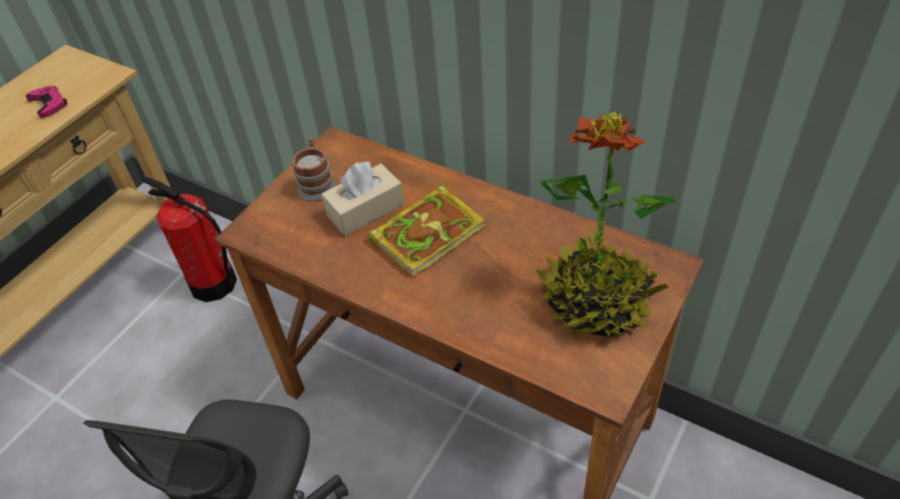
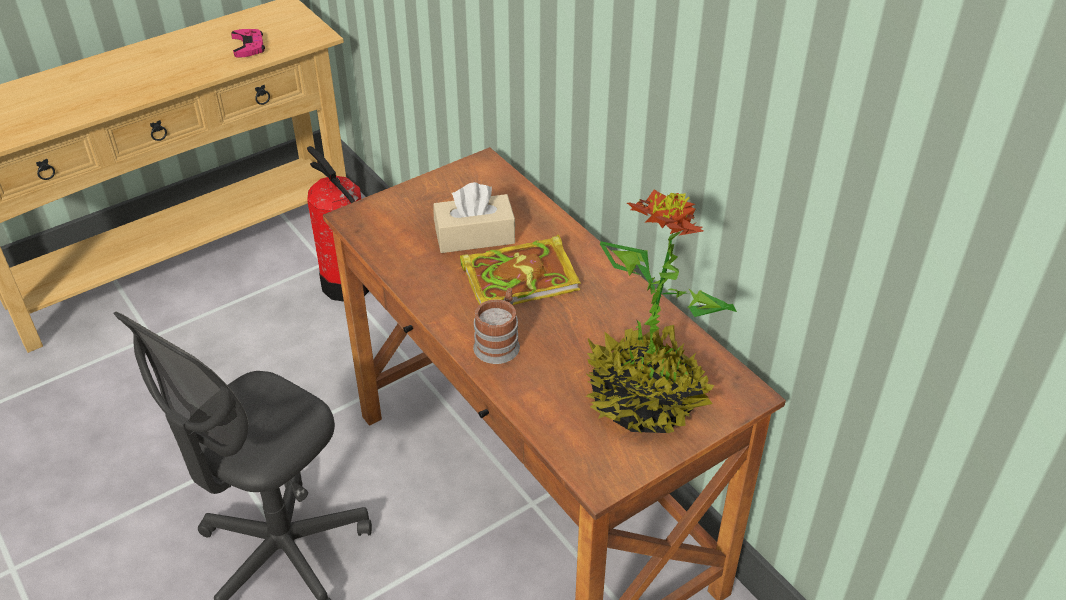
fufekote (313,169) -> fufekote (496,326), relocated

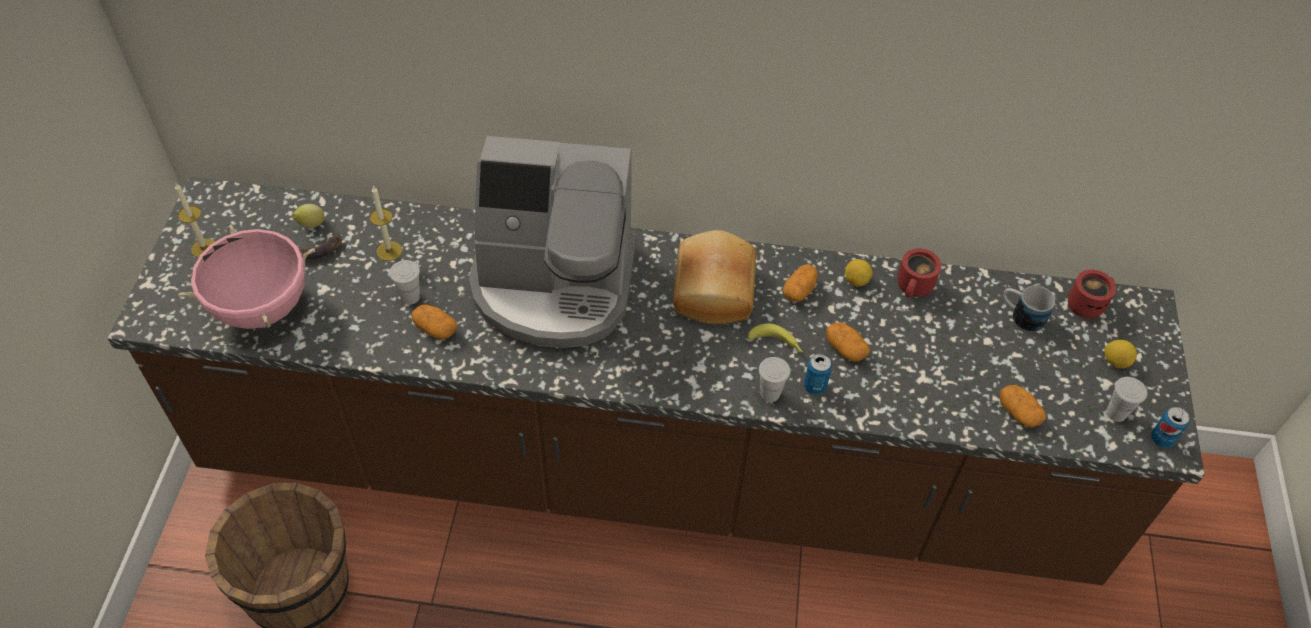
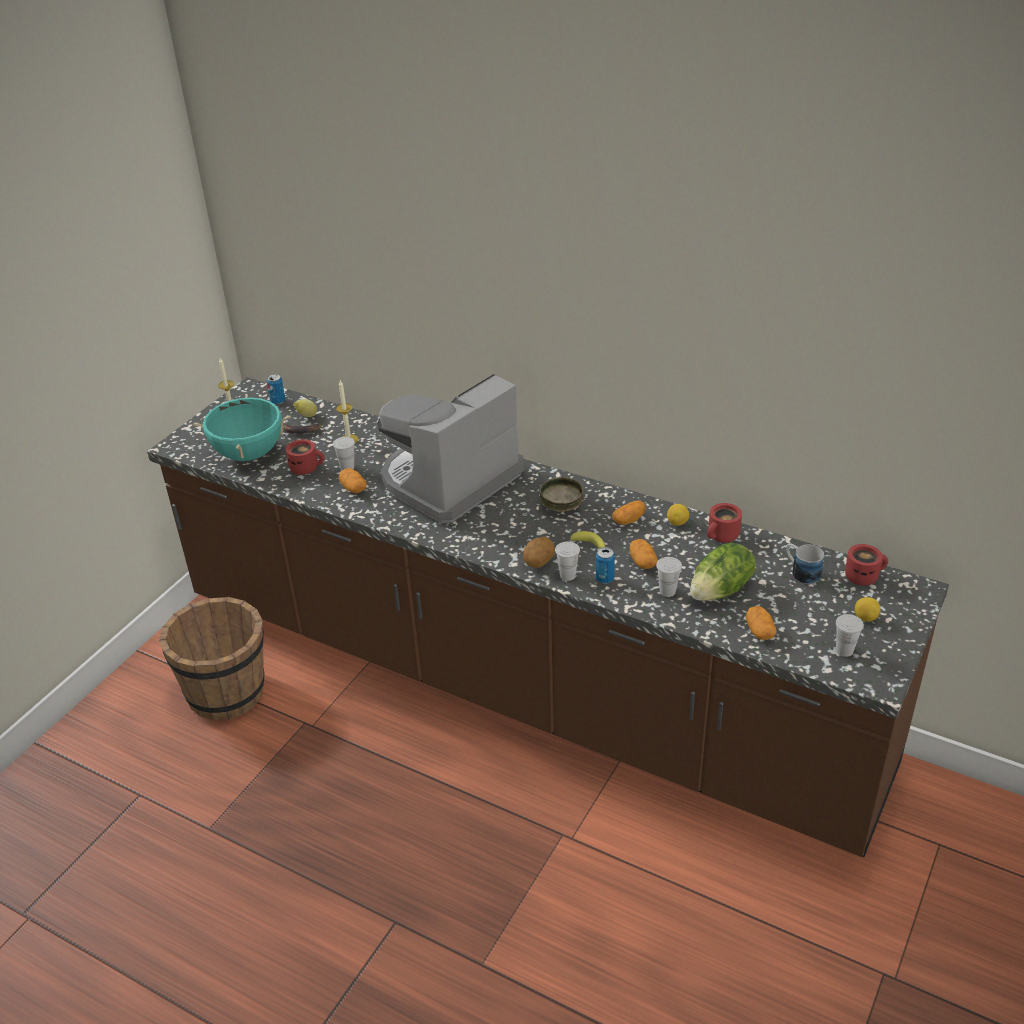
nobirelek (552,242) -> nobirelek (451,448), 105 degrees clockwise
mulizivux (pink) (246,276) -> mulizivux (turquoise) (242,427)
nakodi (714,277) -> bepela (561,494)
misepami (1170,427) -> misepami (276,389), relocated
none -> fufekote (red) (305,457)
none -> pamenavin (539,552)
none -> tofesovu (723,572)
none -> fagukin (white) (669,577)

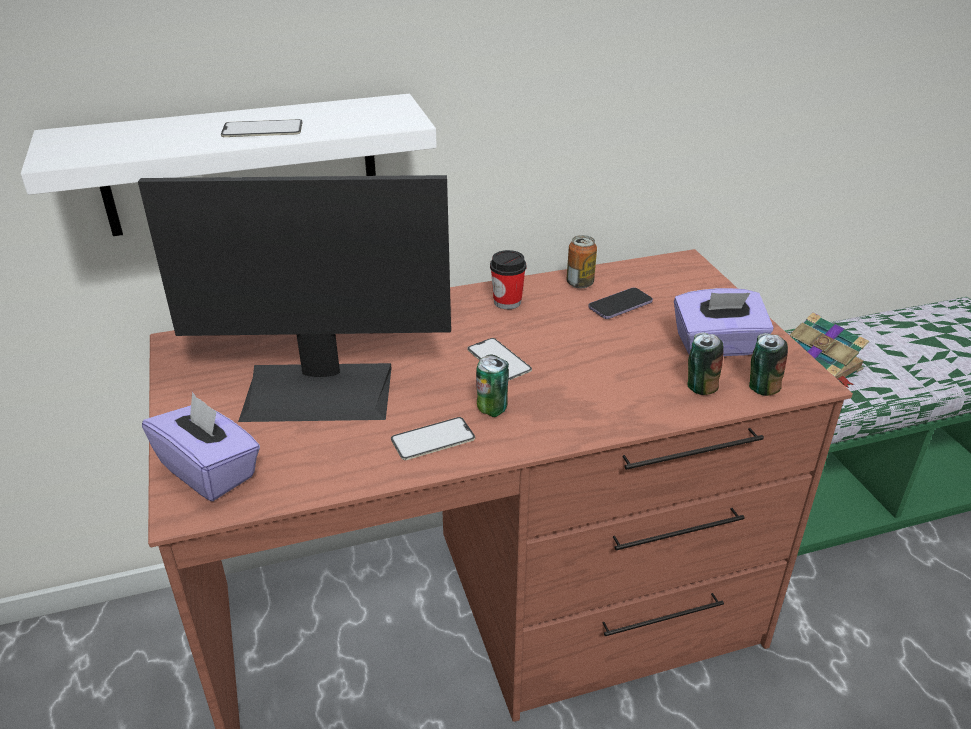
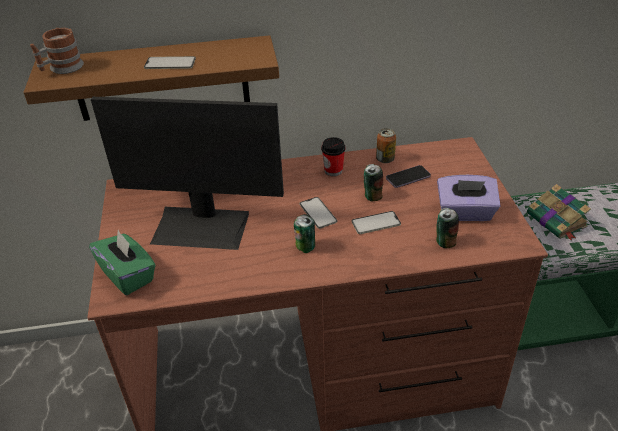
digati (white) (229,165) -> digati (brown) (151,78)
misepami (768,364) -> misepami (373,182), relocated
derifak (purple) (201,446) -> derifak (green) (122,262)
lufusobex (433,438) -> lufusobex (376,222), relocated
none -> fufekote (57,51)

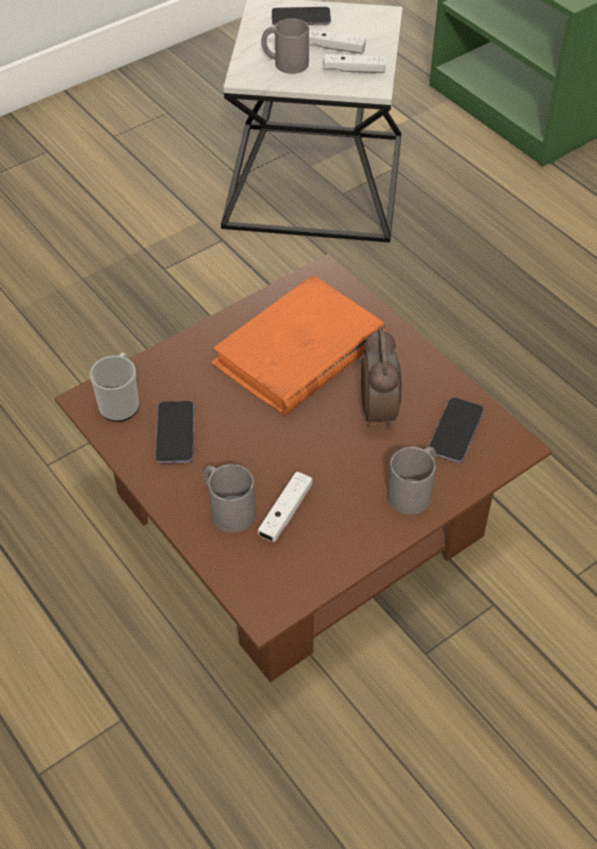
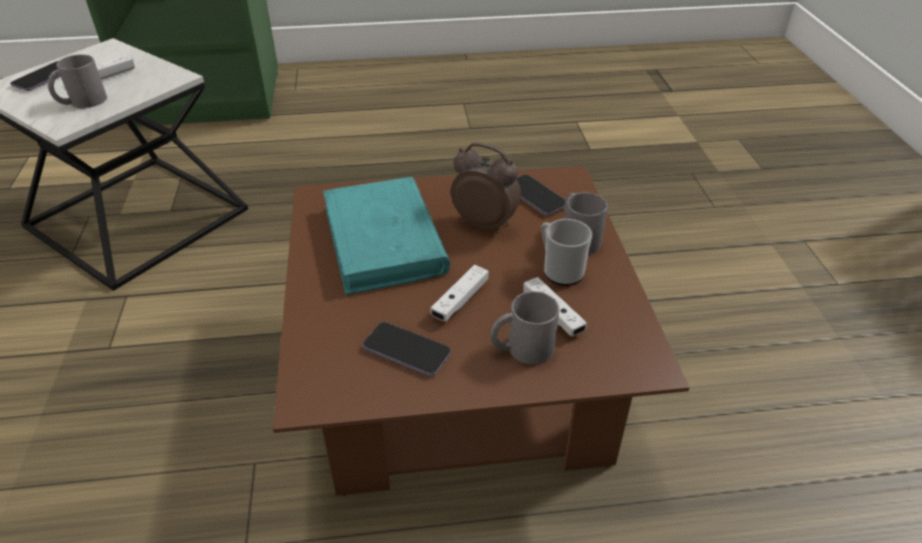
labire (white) (354,63) -> labire (white) (459,293), relocated
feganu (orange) (298,345) -> feganu (turquoise) (386,236)
fufekote (114,387) -> fufekote (566,252), relocated

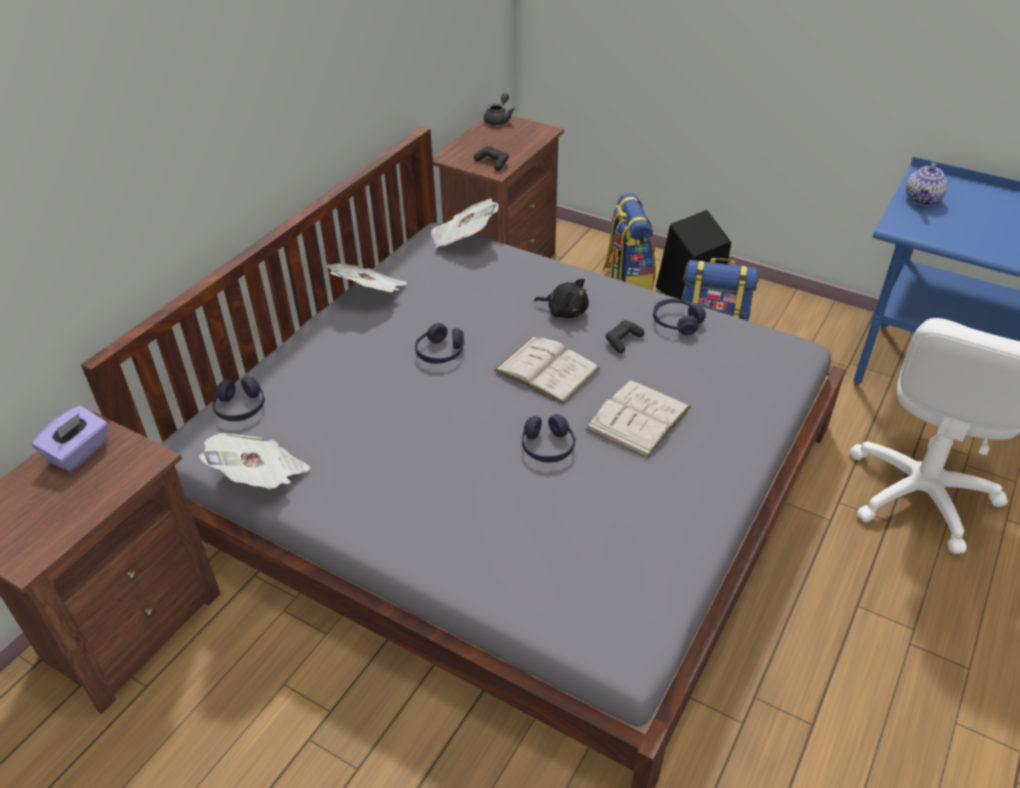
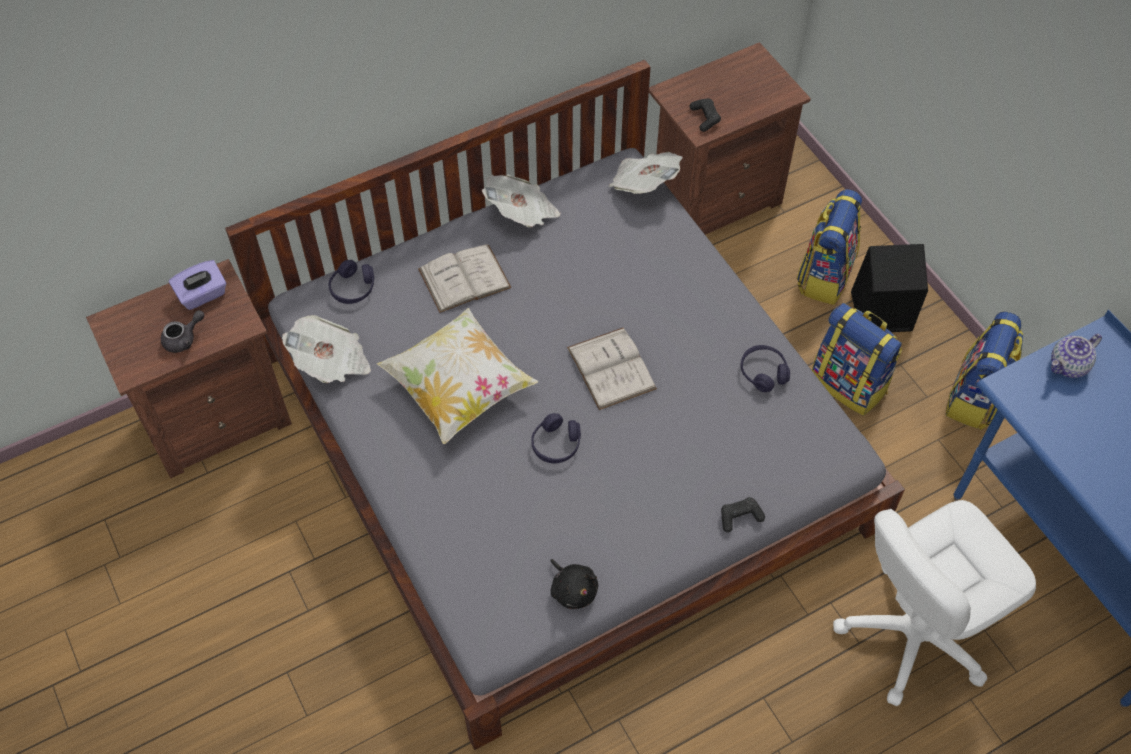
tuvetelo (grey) (499,109) -> tuvetelo (grey) (183,331), relocated
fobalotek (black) (561,298) -> fobalotek (black) (574,584), relocated
labire (black) (625,336) -> labire (black) (743,515), relocated
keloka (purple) (439,343) -> none
feganu (white) (638,419) -> feganu (white) (465,278), relocated
none -> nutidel (457,376)
none -> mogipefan (984,370)

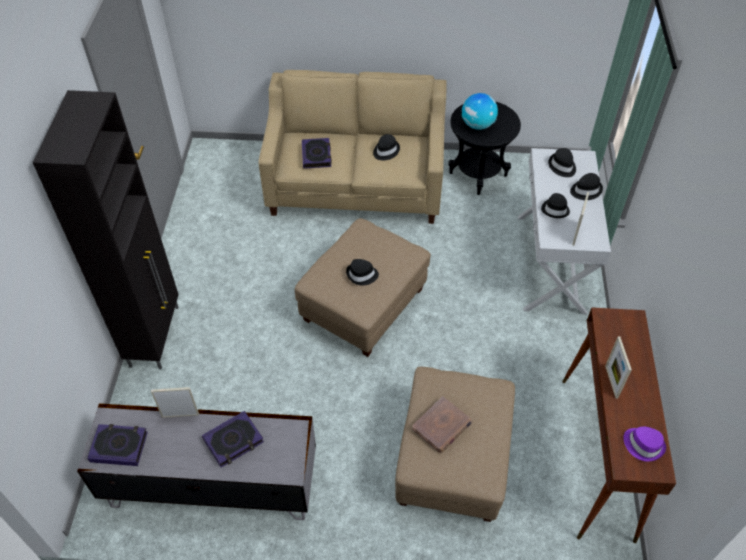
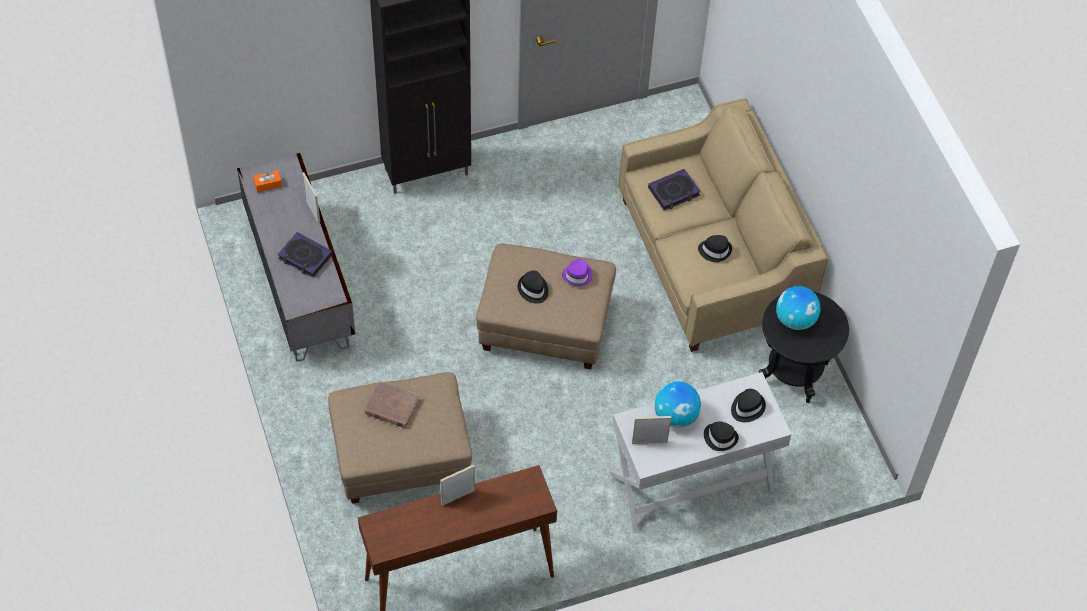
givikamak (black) (555,205) -> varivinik (678,404)
feganu (117,445) -> derifak (orange) (267,181)
givikamak (purple) (644,444) -> givikamak (purple) (577,272), relocated

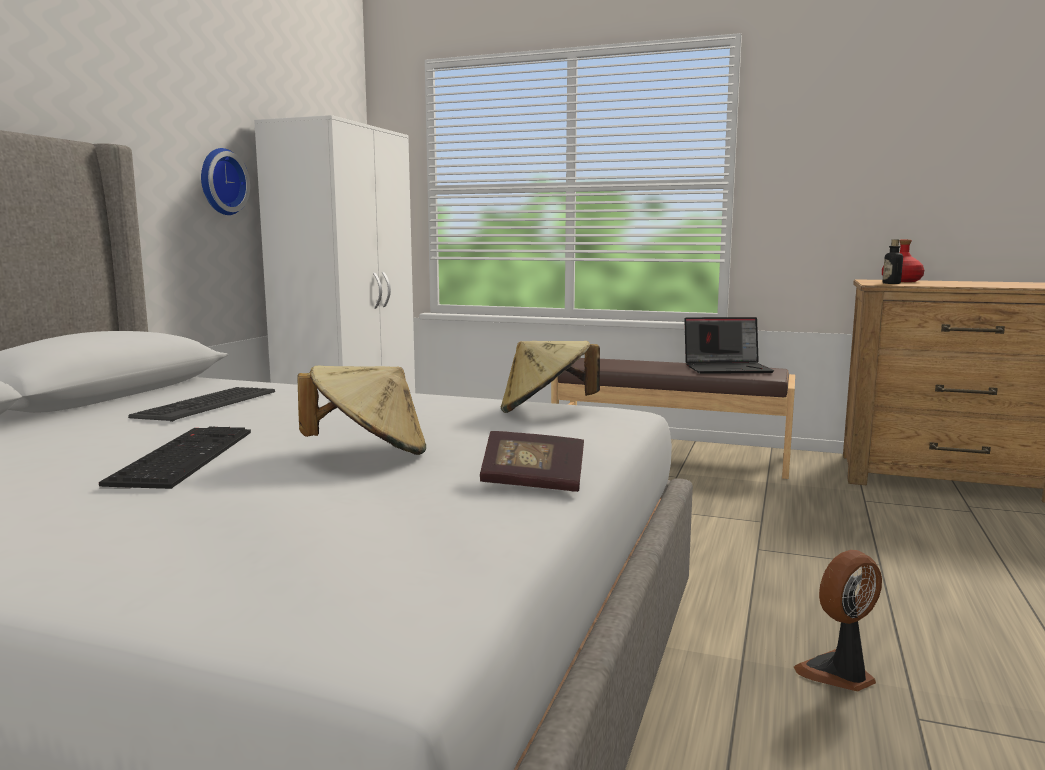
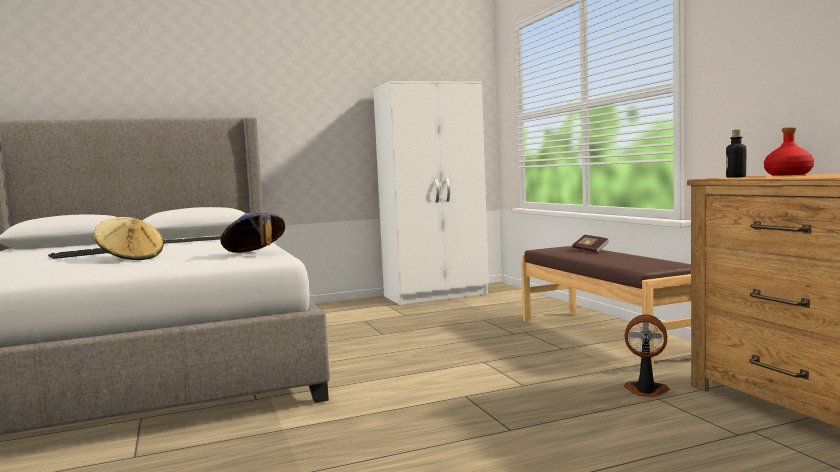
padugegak (225,181) -> none
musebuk (729,345) -> none
givikamak (beige) (550,377) -> givikamak (blue) (252,233)
feganu (532,461) -> feganu (590,244), relocated
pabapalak (838,620) -> pabapalak (646,355), relocated

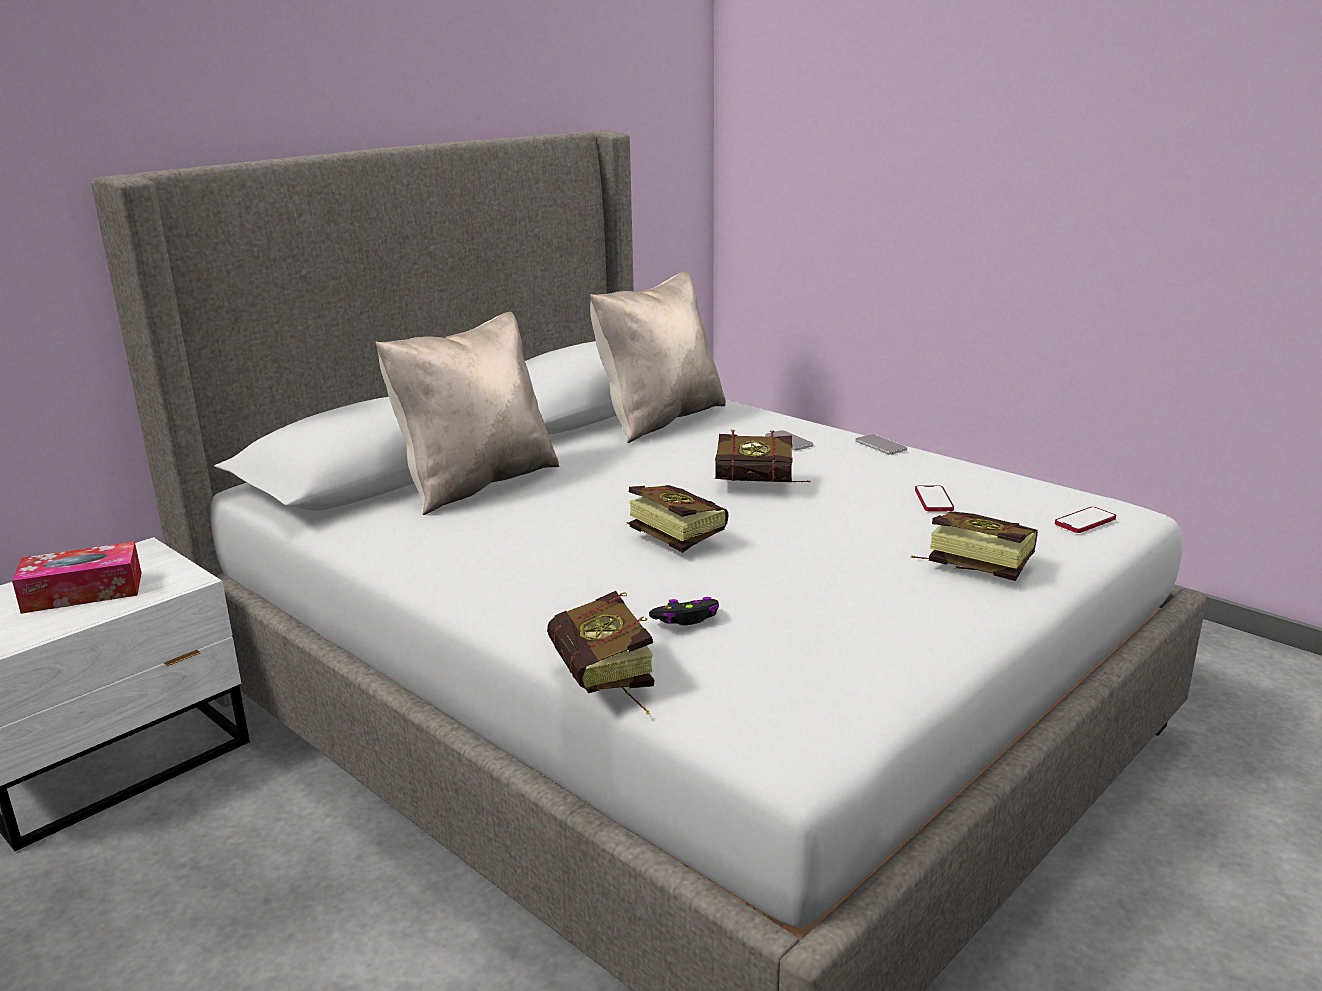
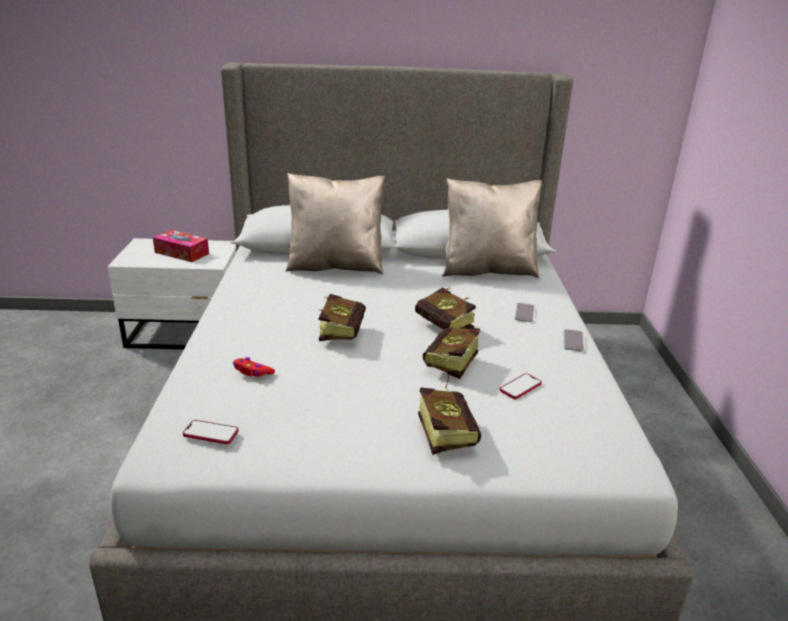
lufusobex (1085,520) -> lufusobex (211,432), relocated
feganu (600,652) -> feganu (451,358), relocated
labire (black) (684,611) -> labire (red) (254,367)

